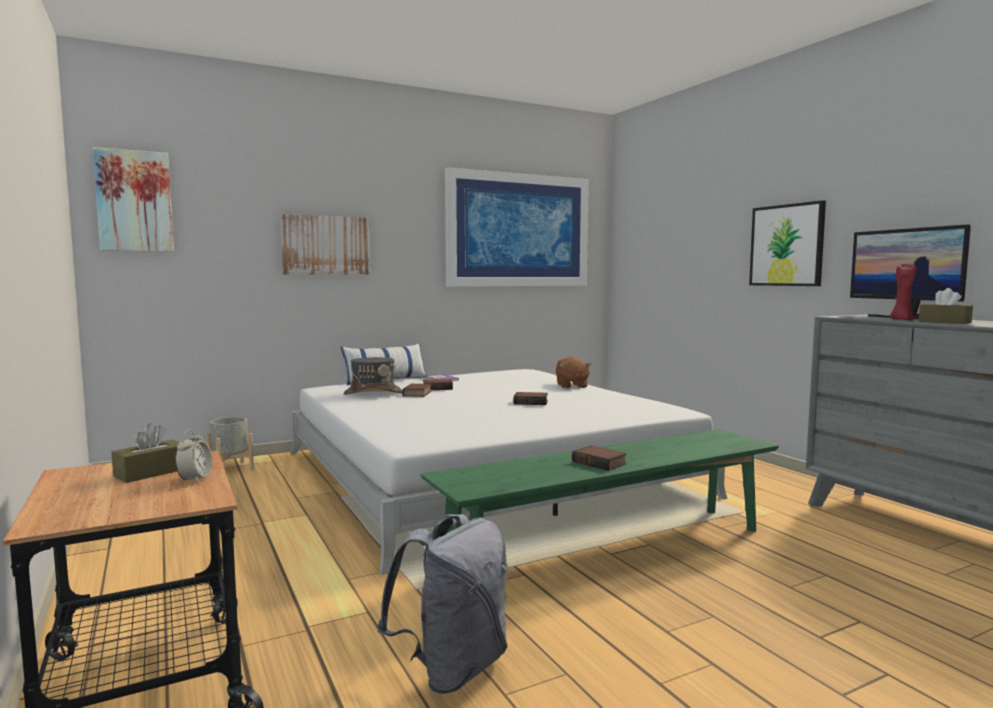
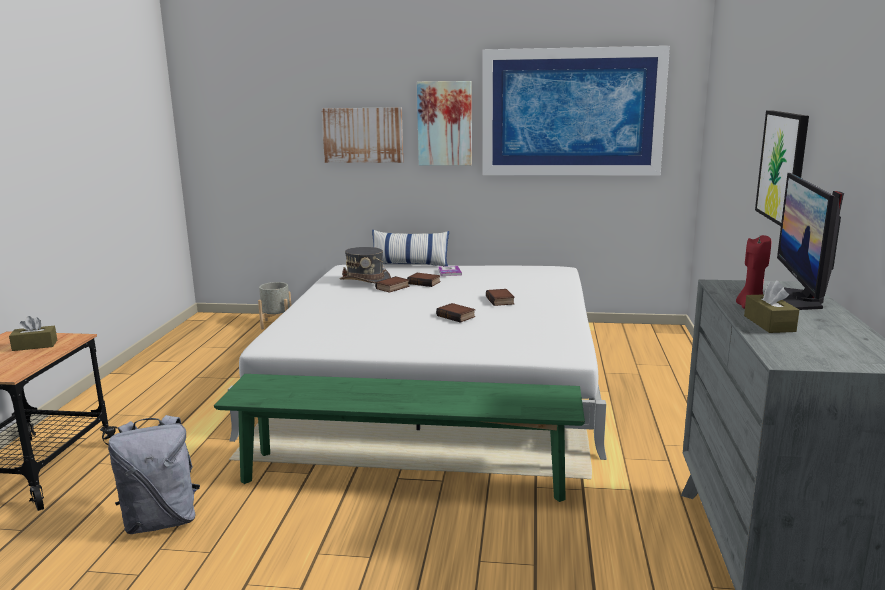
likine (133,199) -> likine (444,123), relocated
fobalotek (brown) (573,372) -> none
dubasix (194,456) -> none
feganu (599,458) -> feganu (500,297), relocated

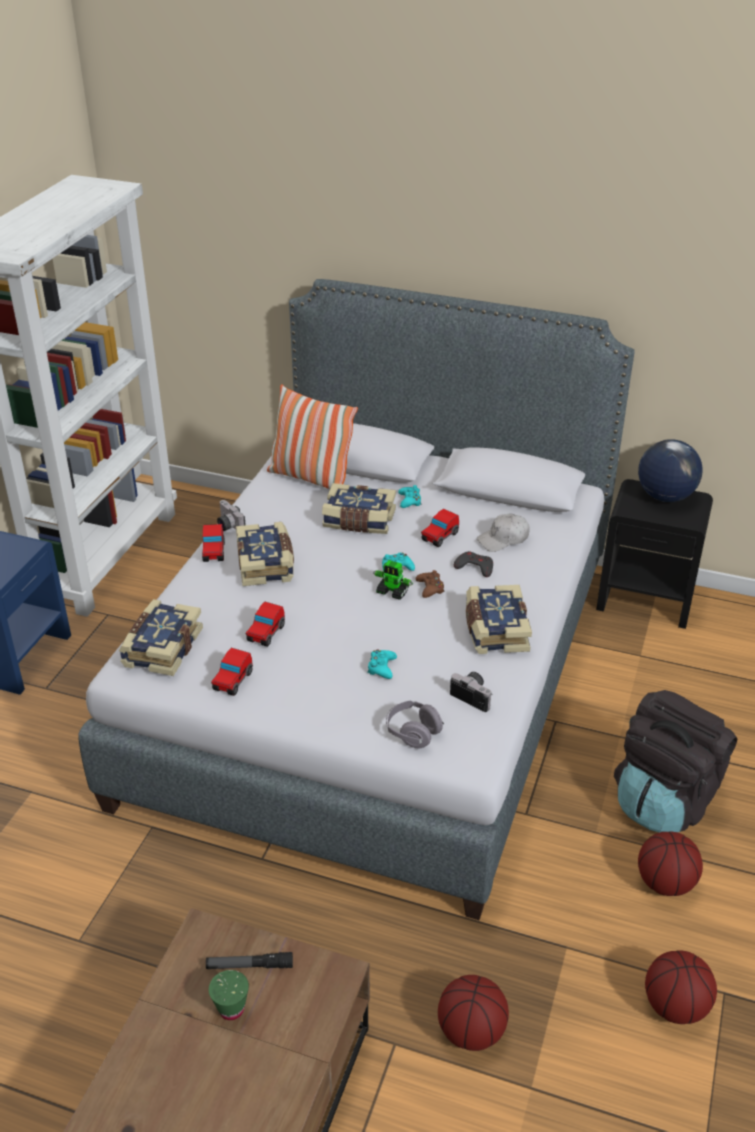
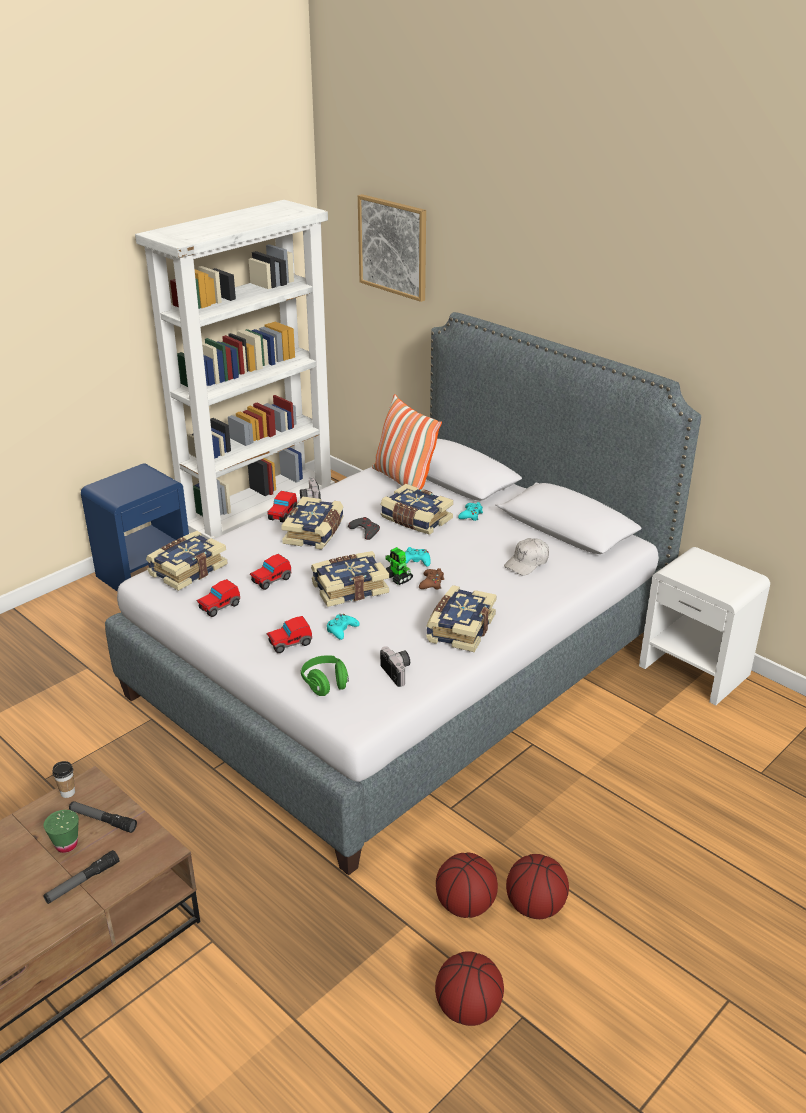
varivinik (670,470) -> none
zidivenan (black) (654,554) -> zidivenan (white) (704,626)
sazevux (440,528) -> sazevux (289,634), relocated
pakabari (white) (503,532) -> pakabari (white) (526,556), 45 degrees counterclockwise
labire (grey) (473,564) -> labire (grey) (364,528), relocated
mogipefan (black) (675,761) -> none
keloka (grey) (415,724) -> keloka (green) (325,675)
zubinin (473,1013) -> zubinin (467,885), relocated
none -> likine (392,248)
none -> feganu (350,579)
none -> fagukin (63,779)
none -> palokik (81,877)

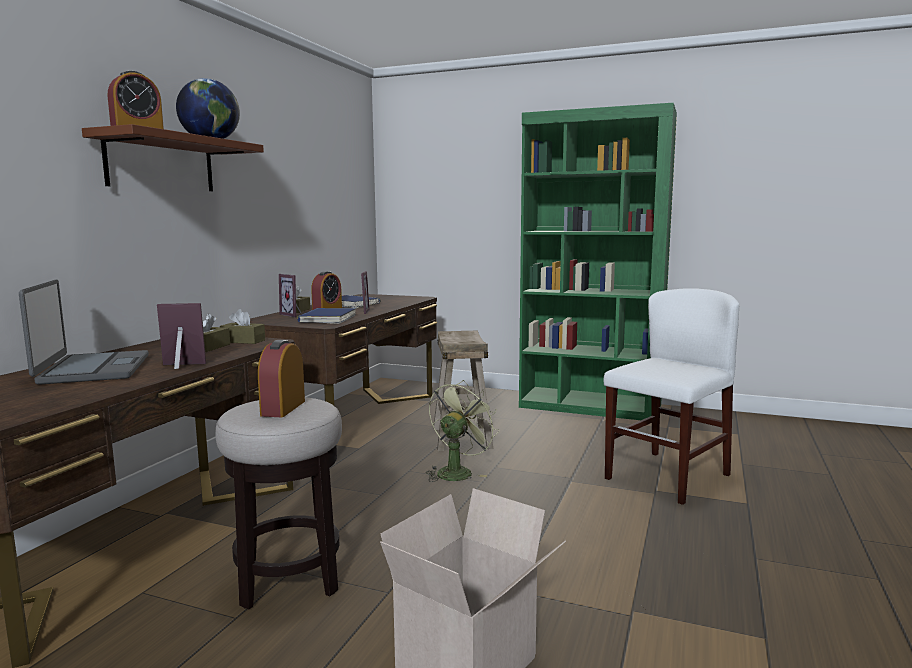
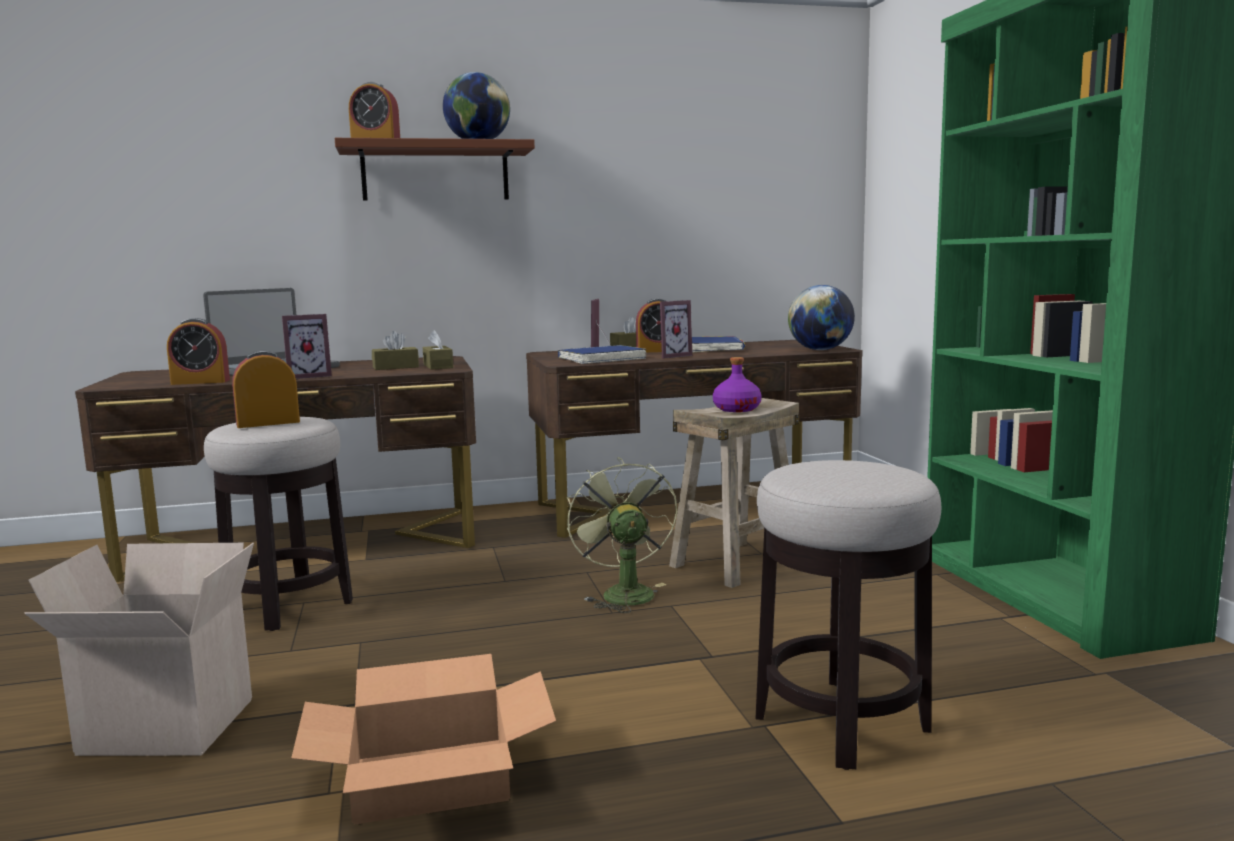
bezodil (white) (671,396) -> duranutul (848,615)
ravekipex (181,336) -> ravekipex (307,346), 105 degrees clockwise
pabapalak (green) (462,431) -> pabapalak (green) (622,535), 105 degrees counterclockwise
none -> varivinik (821,317)
none -> dubasix (198,351)
none -> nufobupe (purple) (737,384)
none -> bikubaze (423,739)

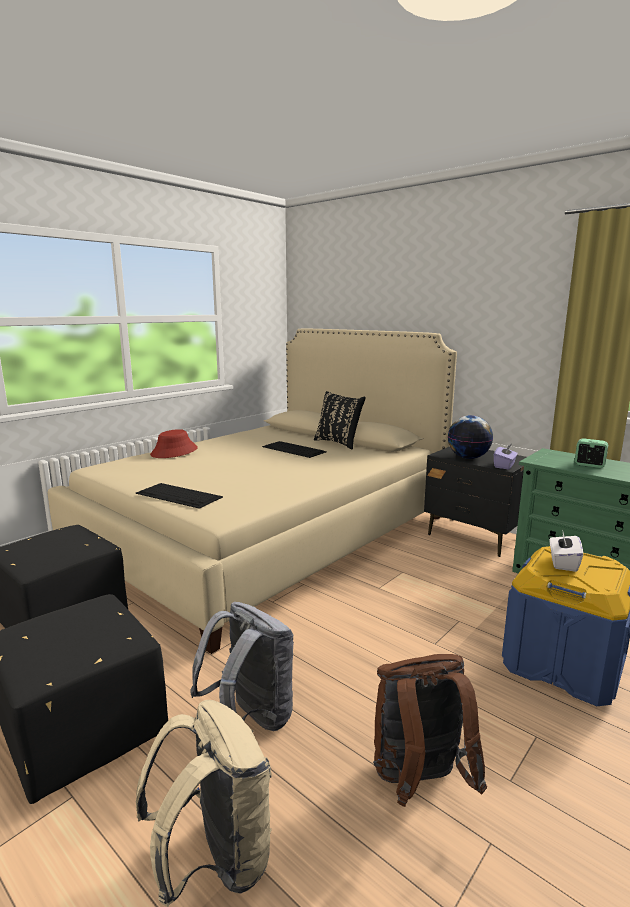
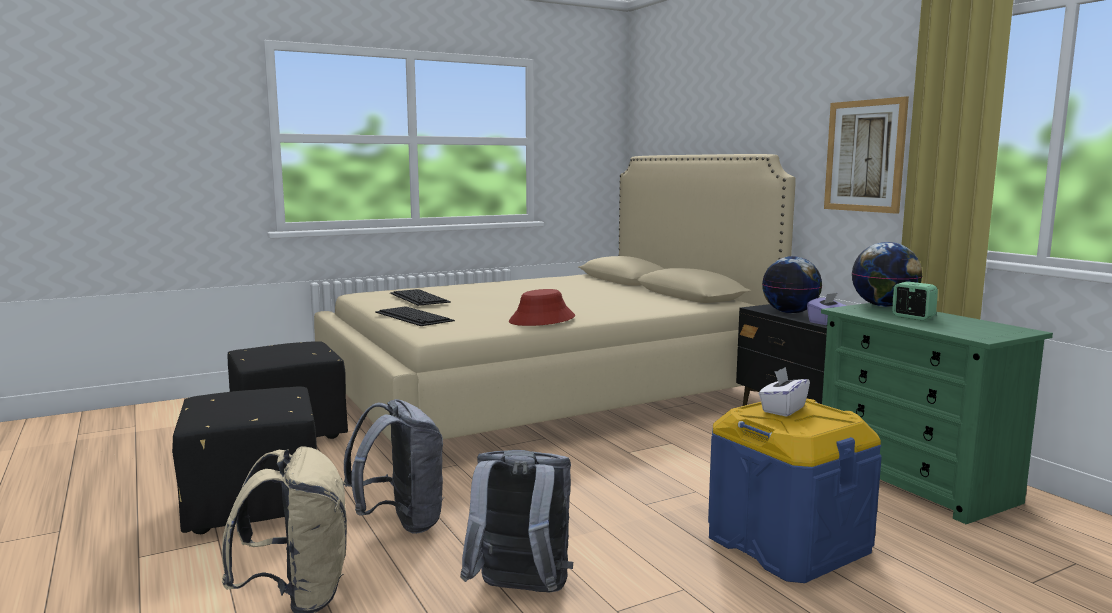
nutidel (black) (340,420) -> none
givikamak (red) (174,443) -> givikamak (red) (542,307), relocated
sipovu (294,449) -> sipovu (420,297), relocated
mogipefan (brown) (430,730) -> mogipefan (grey) (516,521)
none -> likine (866,155)
none -> varivinik (887,274)

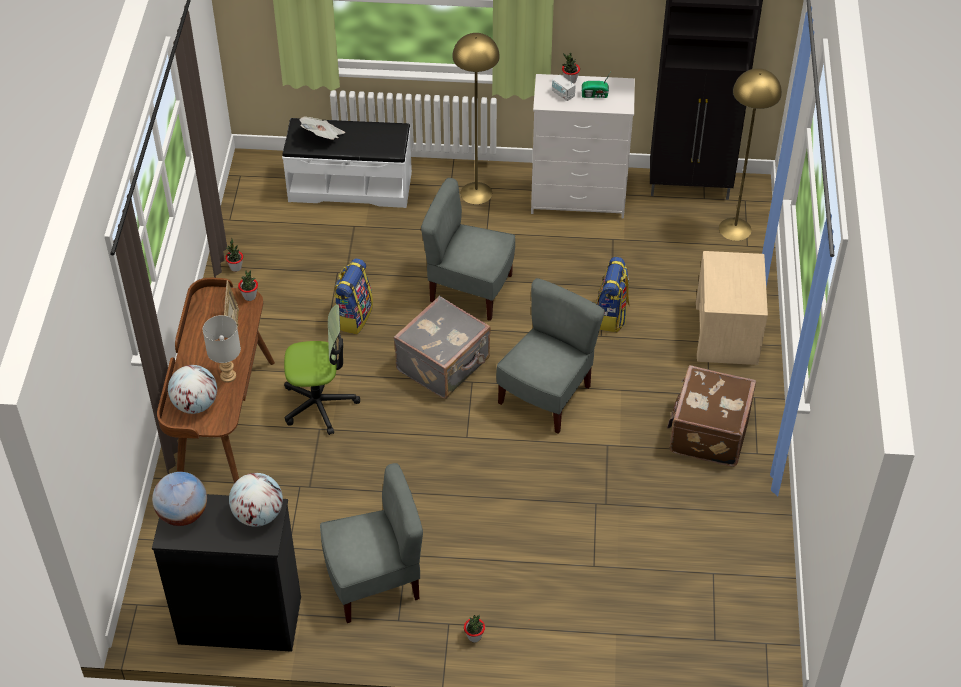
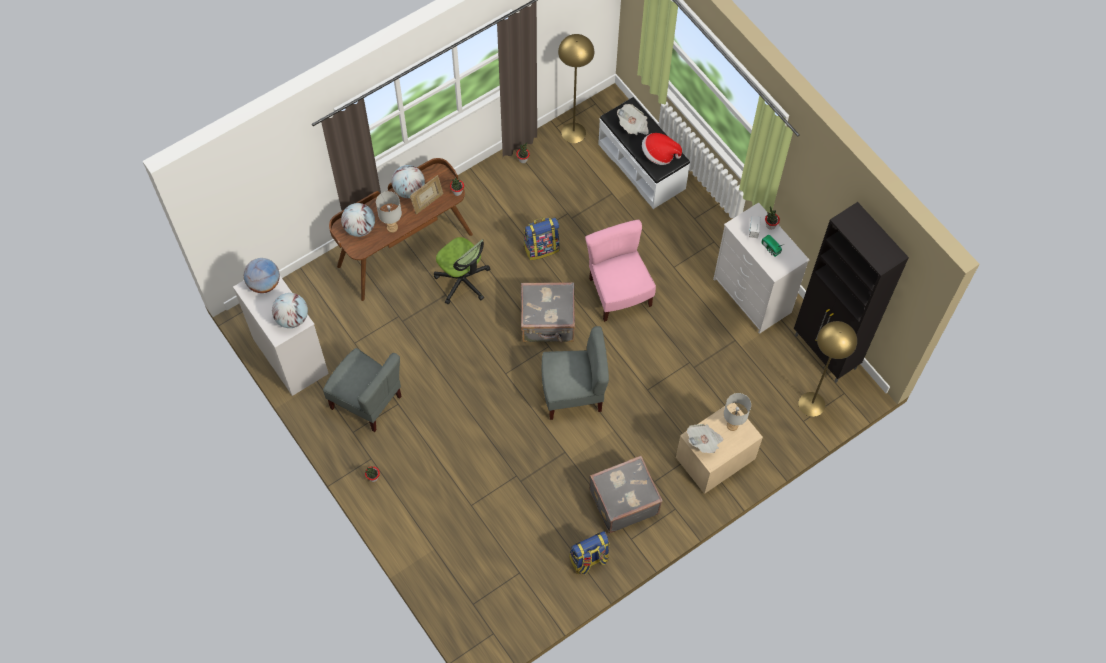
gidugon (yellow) (476,118) -> gidugon (yellow) (576,88), relocated
bezodil (grey) (468,249) -> bezodil (pink) (620,270)
mogipefan (613,295) -> mogipefan (589,552), relocated
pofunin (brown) (711,415) -> pofunin (grey) (626,494)
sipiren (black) (226,573) -> sipiren (white) (281,336)
none -> givikamak (662,149)
none -> varivinik (408,181)
none -> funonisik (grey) (737,412)
none -> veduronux (705,438)

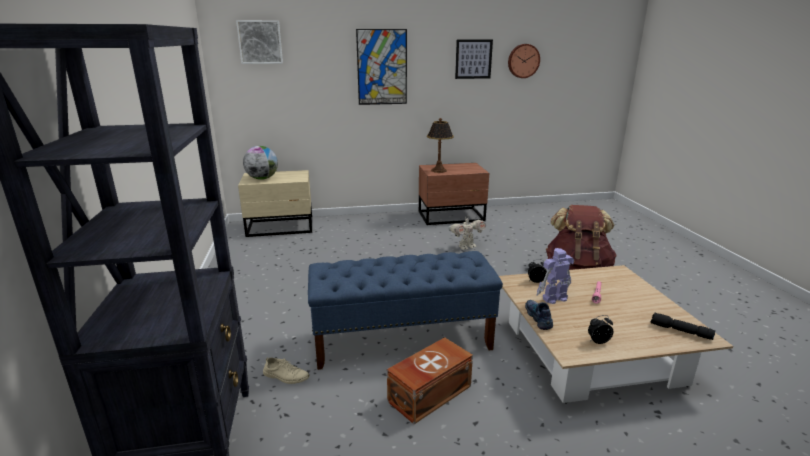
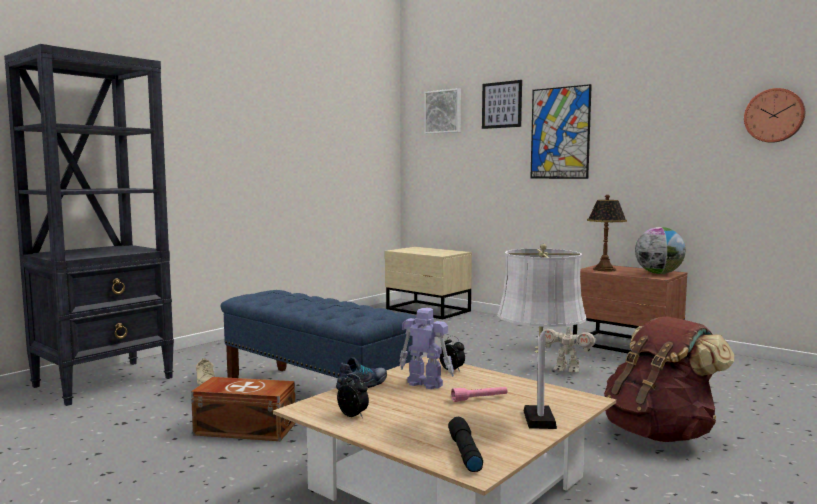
likine (474,59) -> likine (502,104), relocated
varivinik (260,163) -> varivinik (660,250), relocated
none -> funonisik (white) (541,336)

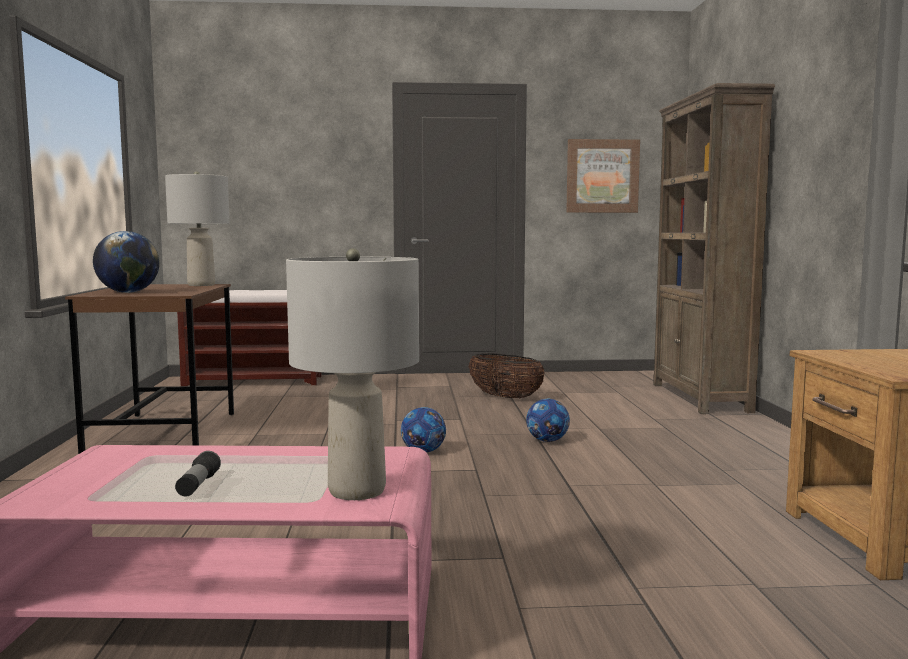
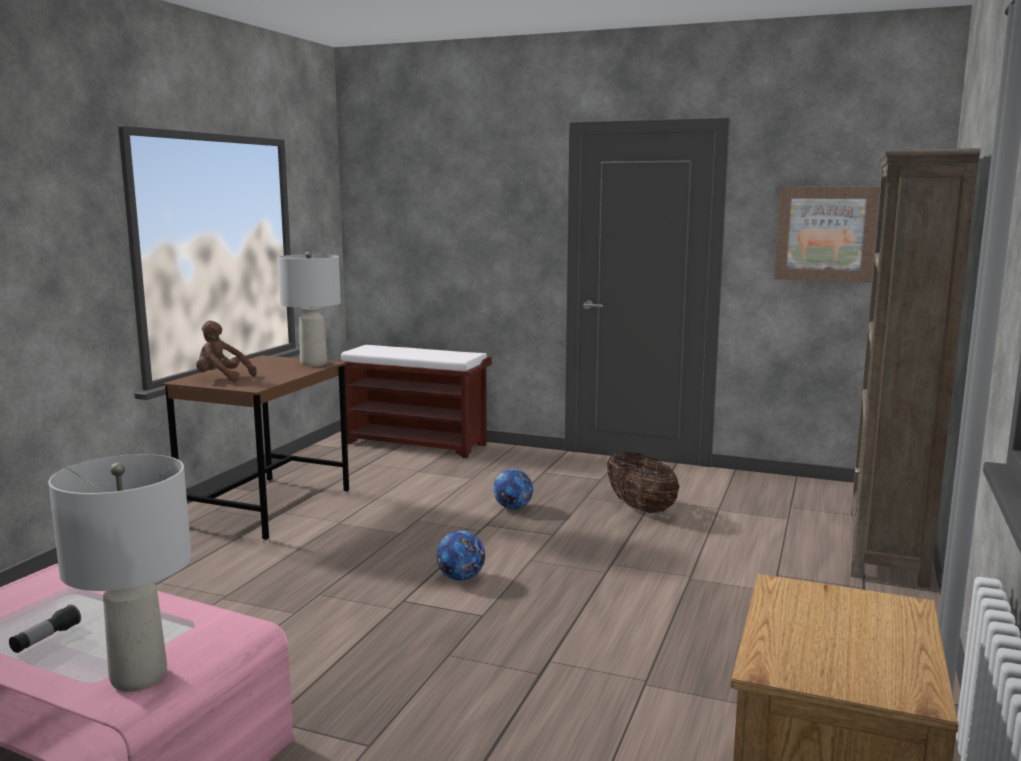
varivinik (126,262) -> fobalotek (brown) (226,351)
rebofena (548,420) -> rebofena (513,489), relocated

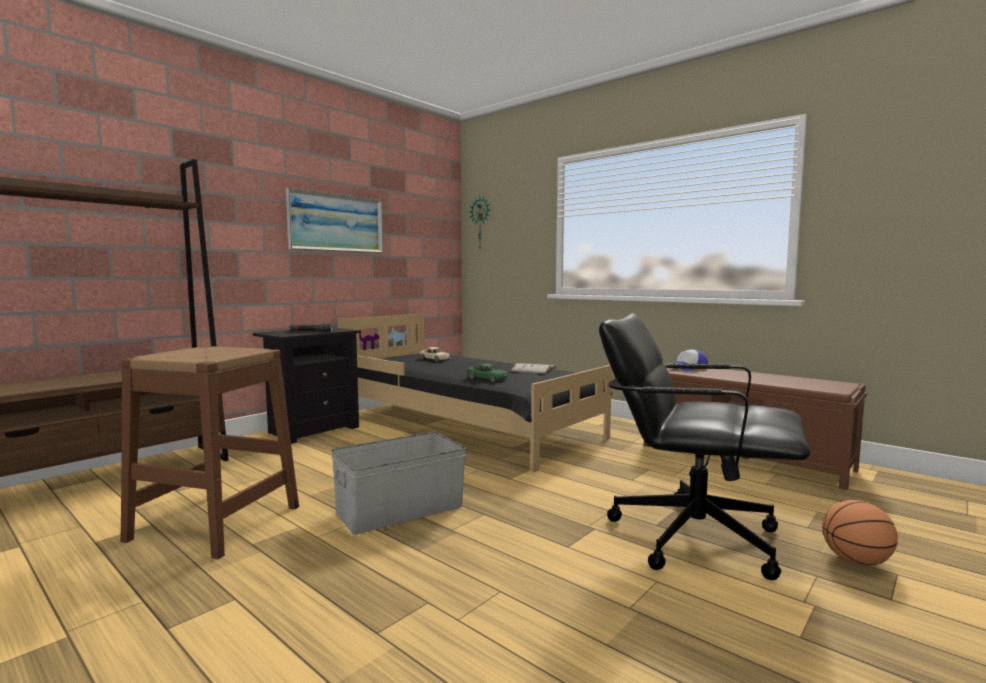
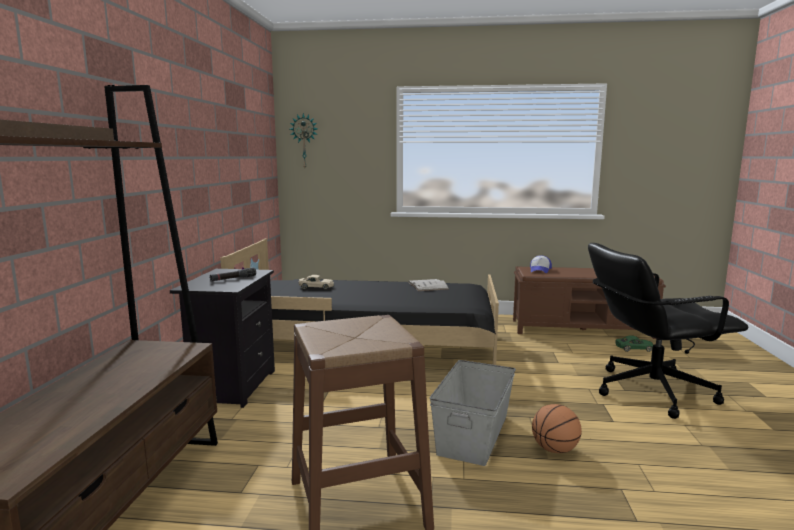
likine (334,220) -> none
sazevux (green) (487,372) -> sazevux (green) (634,344), relocated
zubinin (860,532) -> zubinin (557,428), relocated

